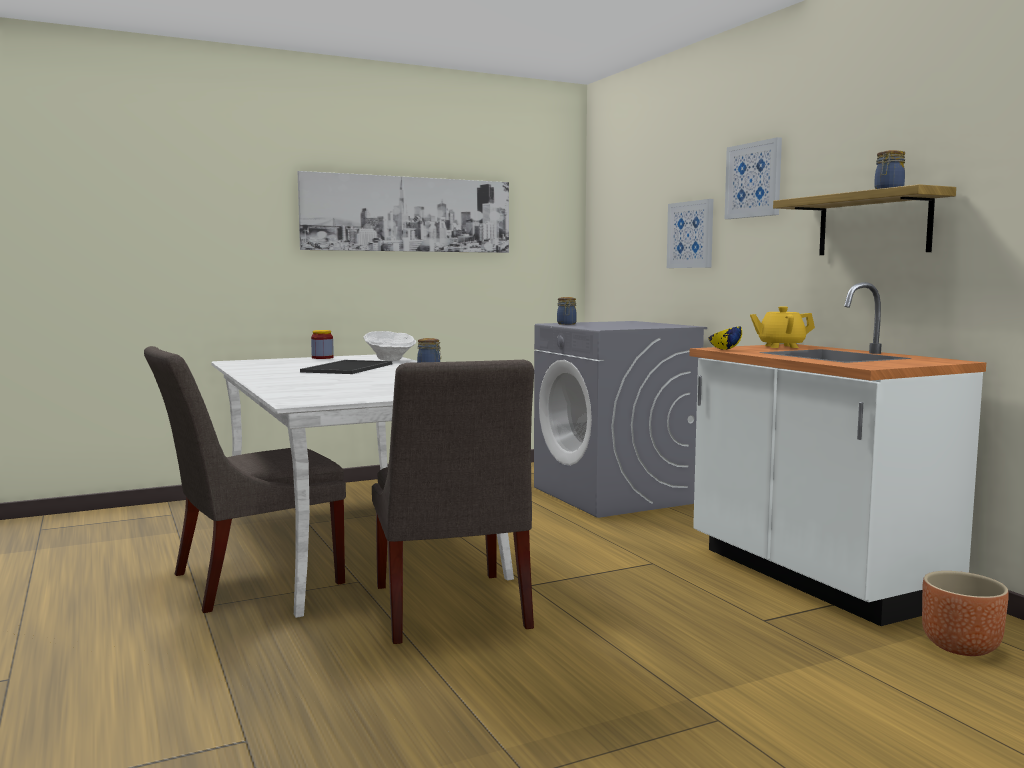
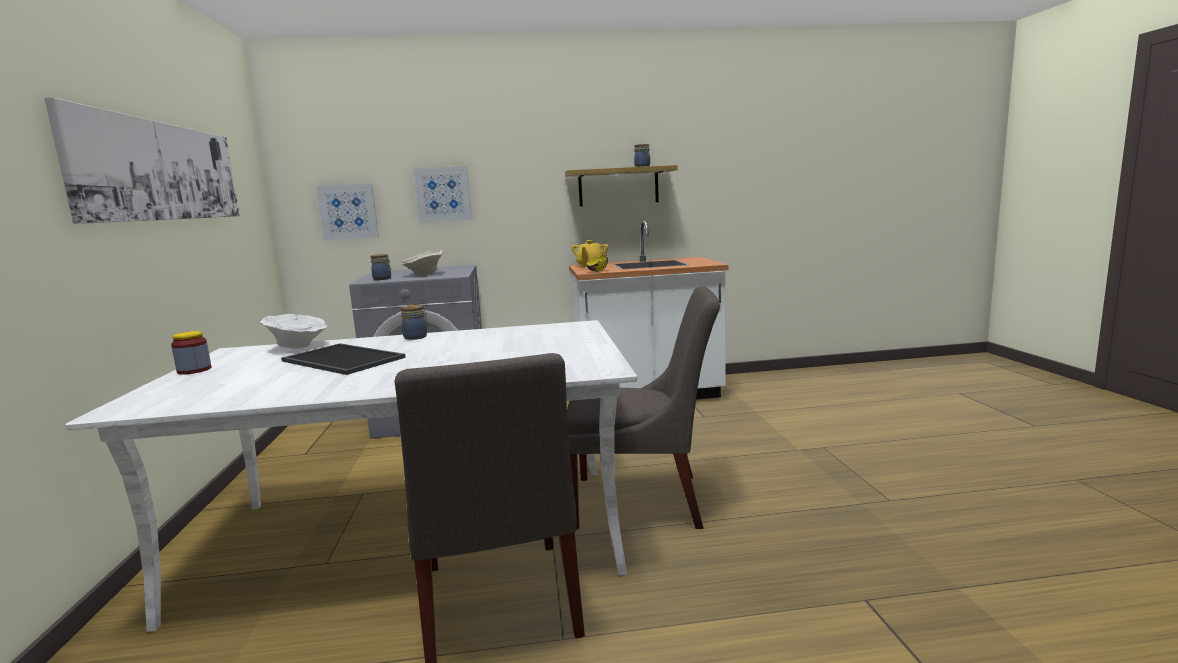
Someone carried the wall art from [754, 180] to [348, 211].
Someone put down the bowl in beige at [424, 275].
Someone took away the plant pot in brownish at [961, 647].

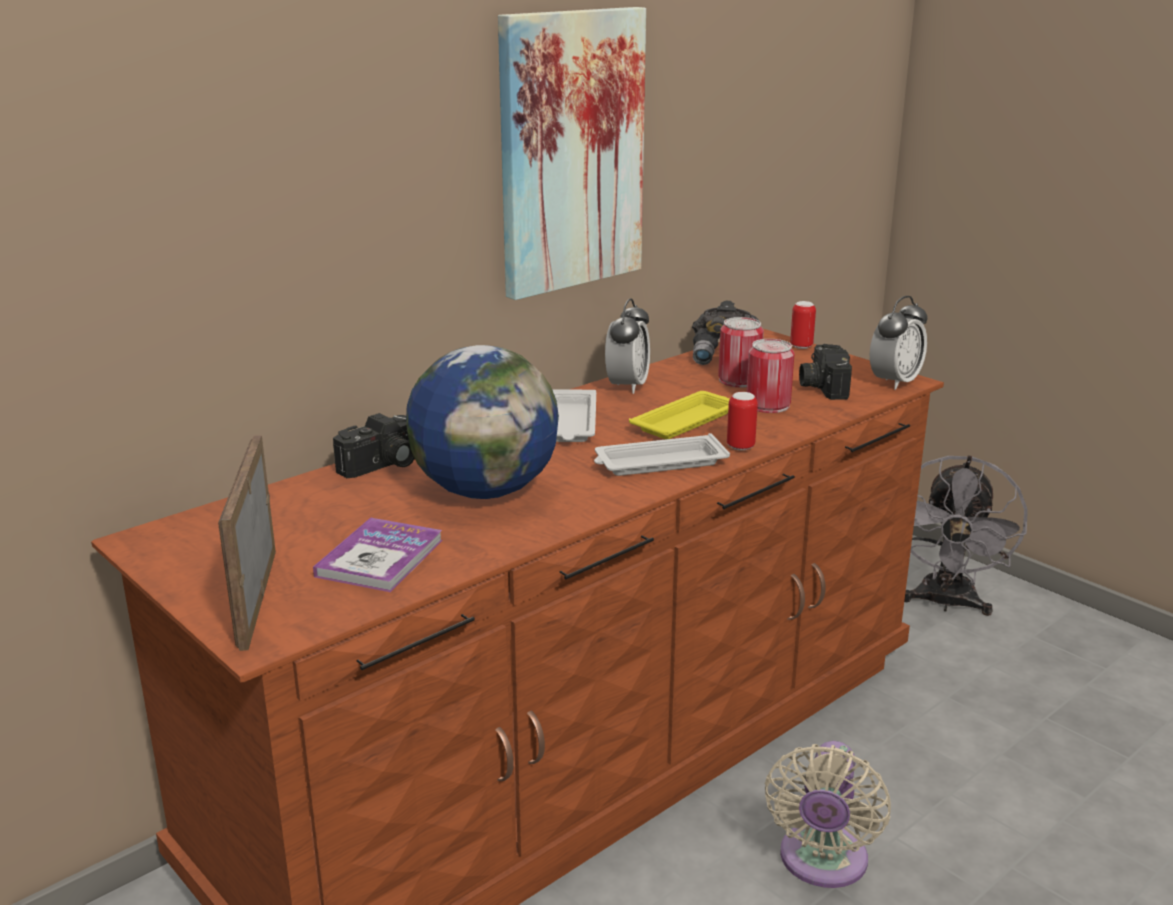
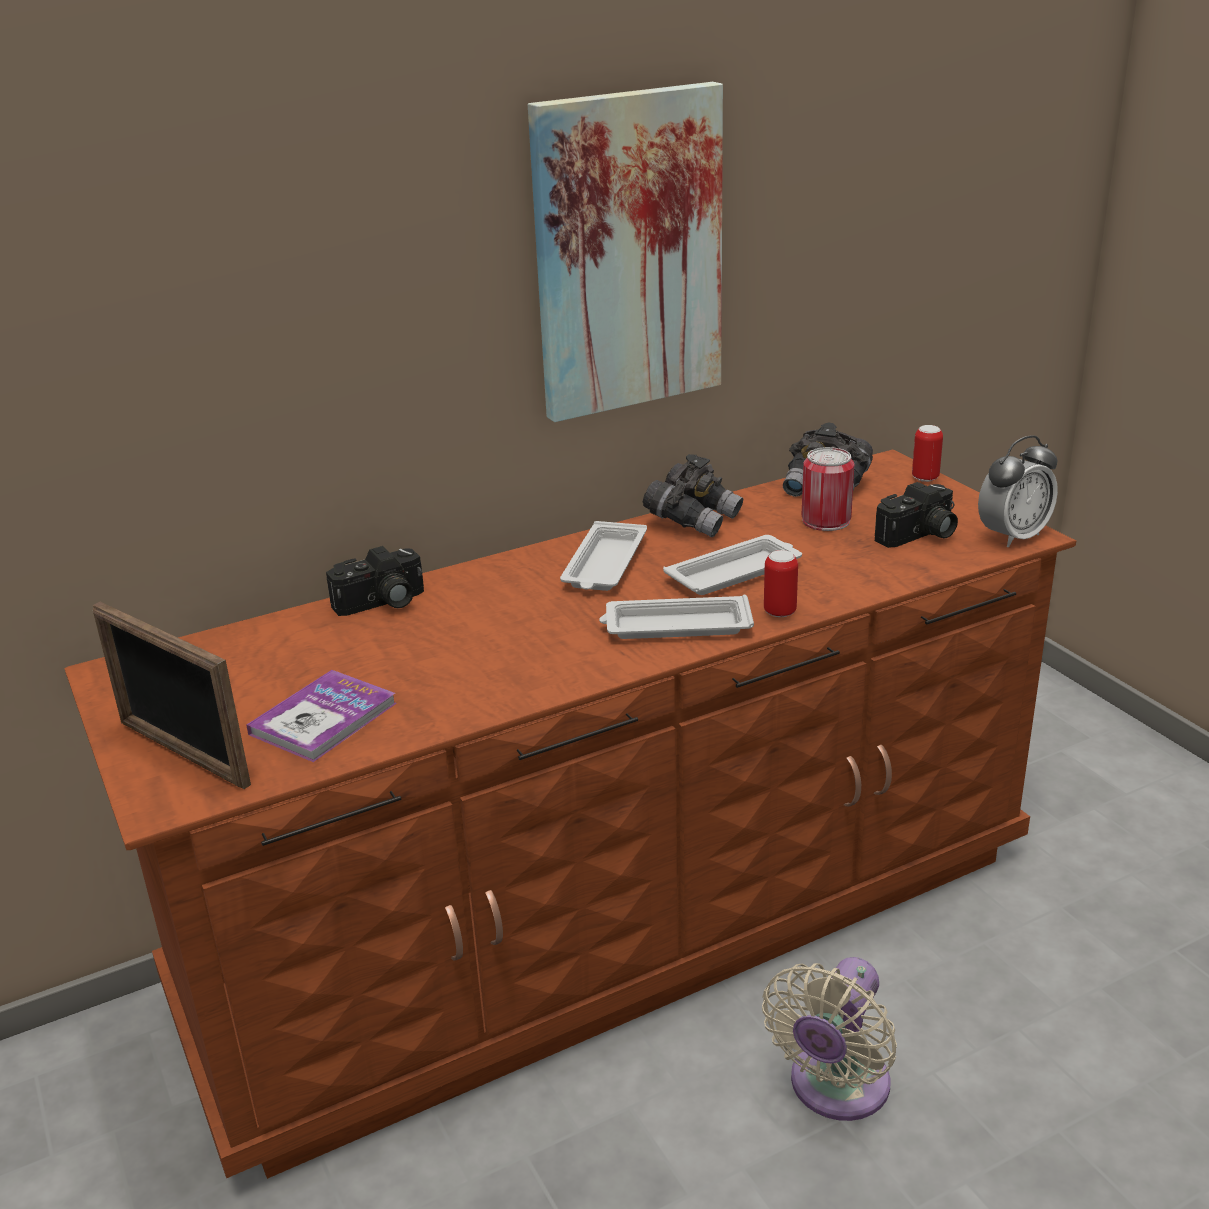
Someone rotated the photo frame at [257, 598] by 60 degrees counterclockwise.
Someone swapped the bedside clock at [627, 386] for the binoculars in grey at [693, 520].
Someone repainted the serving tray in yellowish at [686, 421], which became the serving tray in white at [735, 572].
Someone rotated the photo camera at [821, 386] by 135 degrees counterclockwise.
Someone took away the globe at [485, 491].
Someone took away the metal can at [768, 405].
Someone took away the cooling fan in grey at [946, 603].

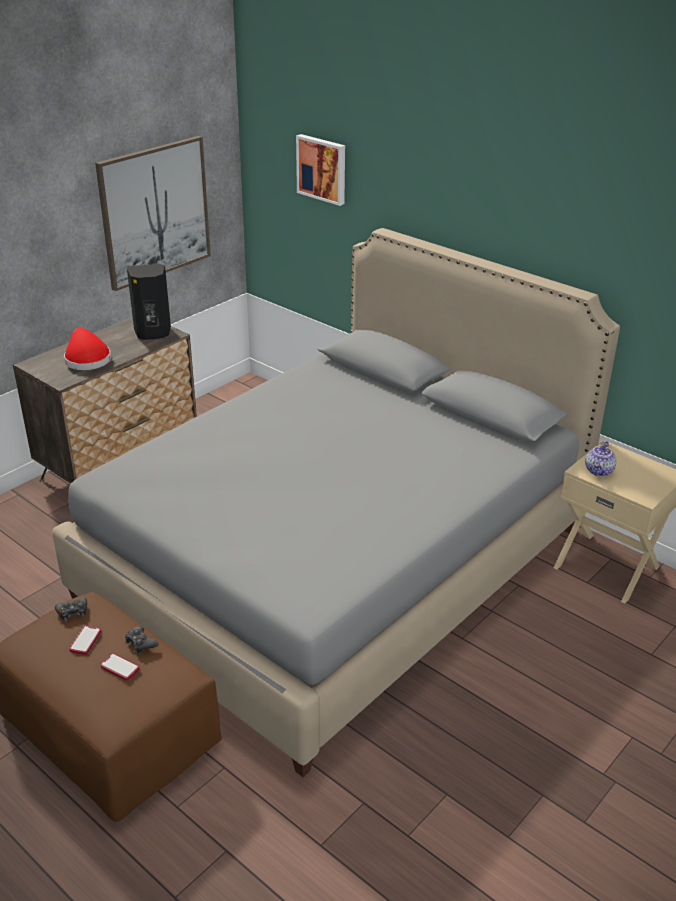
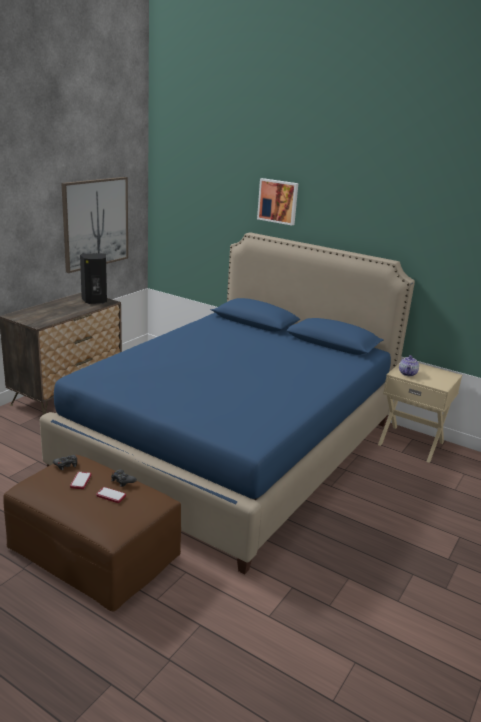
Someone repainted the sleeping bed in grey at [337, 563], which became the sleeping bed in blue-coloured at [234, 447].
Someone carried the wall art from [322, 169] to [278, 201].
Someone took away the hat in reddish at [87, 359].

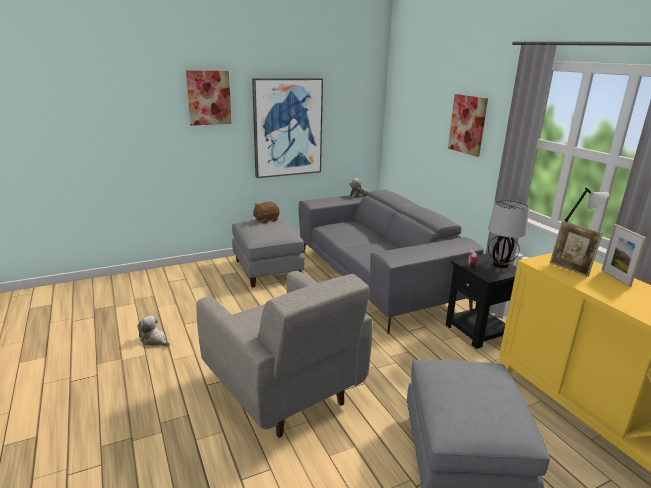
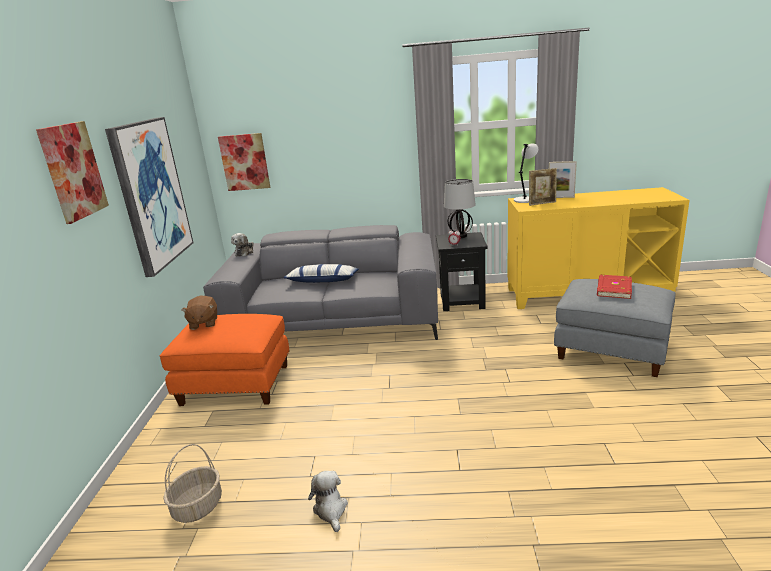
Someone repainted the ottoman in grey at [268, 269], which became the ottoman in orange-coloured at [236, 384].
Someone put down the storage basket at [197, 507].
Someone carried the wall art from [467, 124] to [244, 162].
Someone put down the cushion at [323, 281].
Someone rotated the soft toy at [154, 340] by 105 degrees clockwise.
Someone put down the bound book in reddish at [613, 289].
Someone took away the lounge chair in grey at [284, 391].

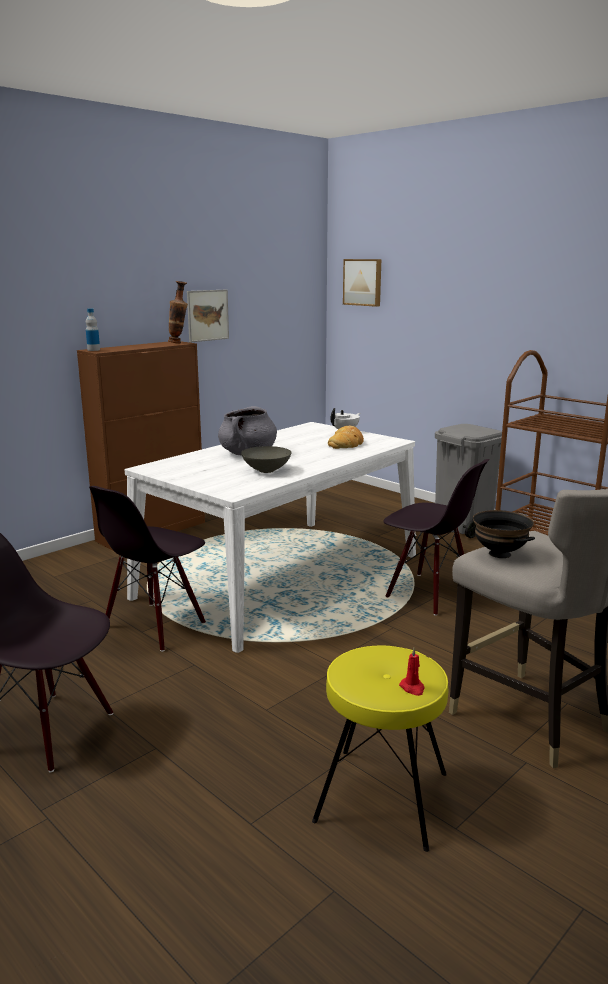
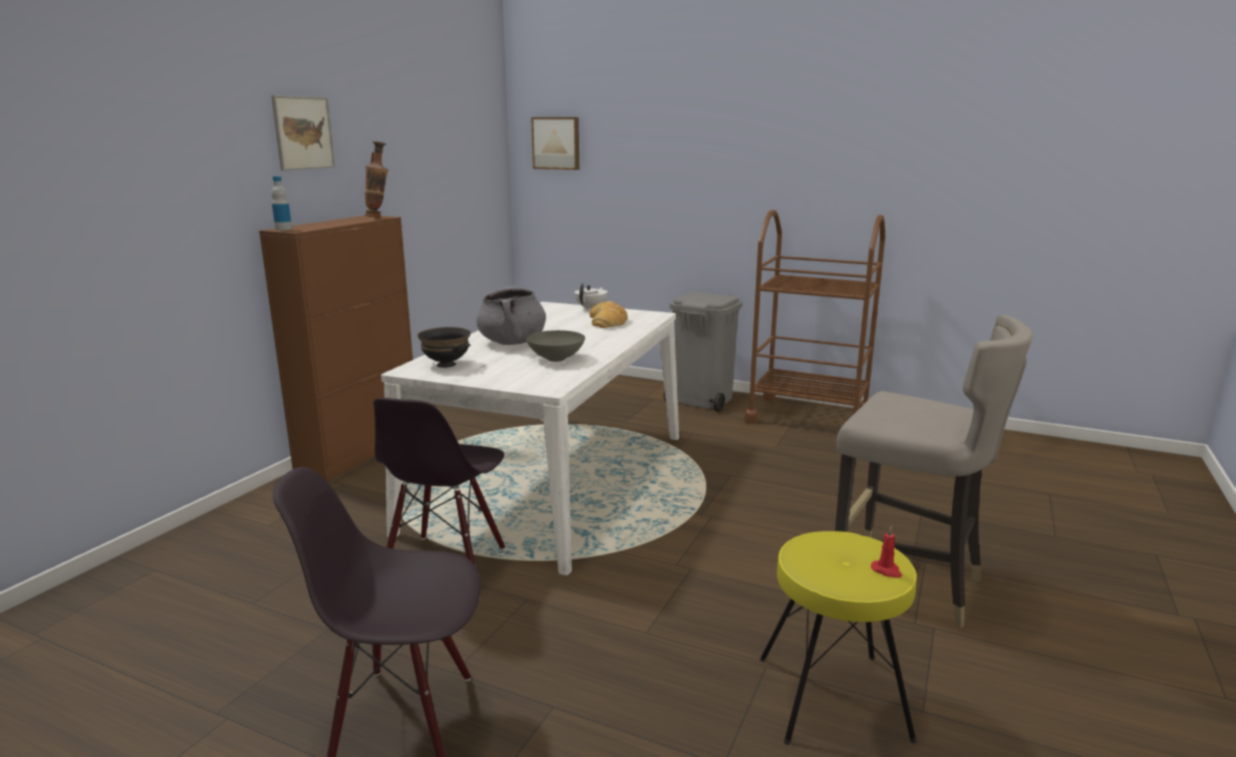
Someone carried the wall art from [207, 315] to [303, 133].
Someone carried the bowl in blackish from [500, 554] to [447, 364].
Someone took away the upright chair in blackish at [428, 593].

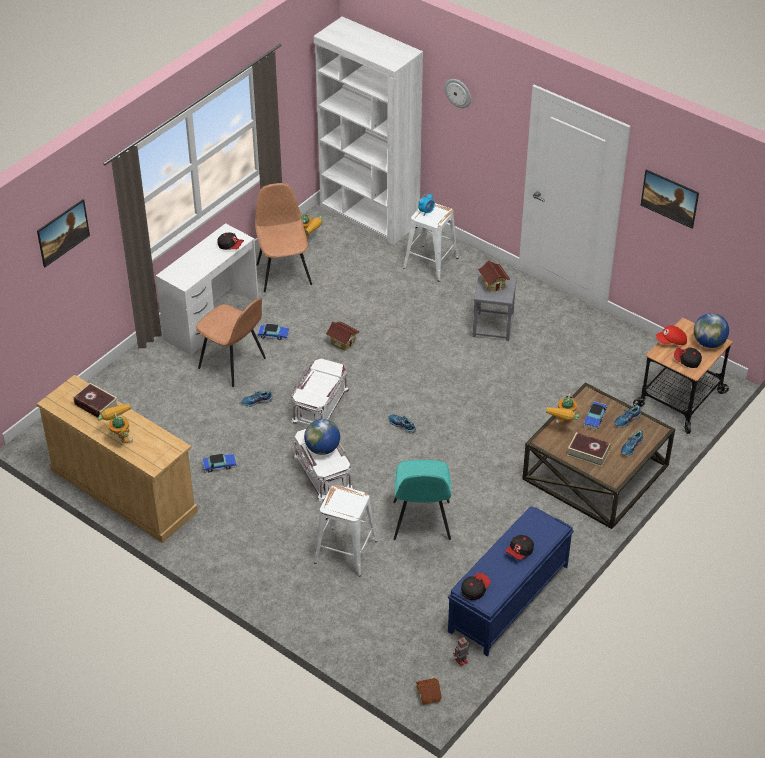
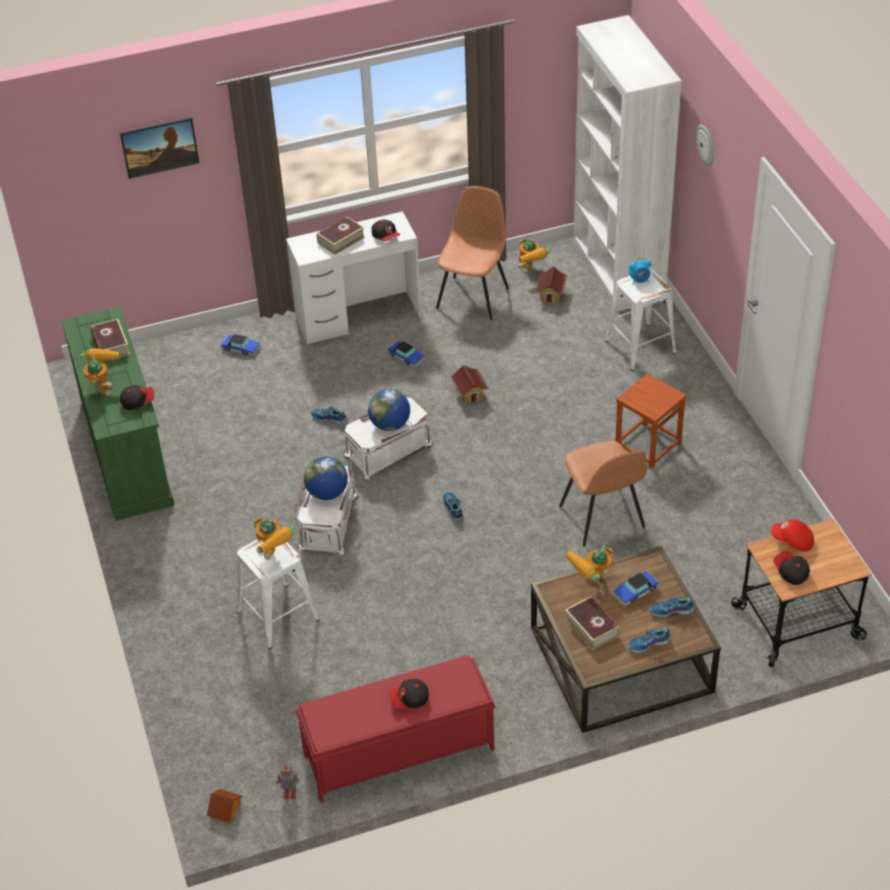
Someone repainted the dresser in beige at [122, 490], which became the dresser in green-coloured at [126, 451].
Someone carried the baseball cap from [474, 589] to [138, 401].
Someone carried the model car from [219, 465] to [241, 348].
Someone put down the robot figure at [274, 554].
Someone repainted the bench in blue-coloured at [508, 599], which became the bench in reddish at [397, 752].
Someone put down the bound book at [341, 240].
Someone carried the globe from [708, 343] to [390, 425].
Someone carried the toy house from [493, 284] to [551, 295].
Someone carried the upright chair in brownish from [233, 364] to [602, 518].
Someone repainted the stool seat in grey at [492, 326], which became the stool seat in brownish at [647, 444].
Someone took away the upright chair in blue-green at [421, 522].
Someone took away the wall art at [668, 207].

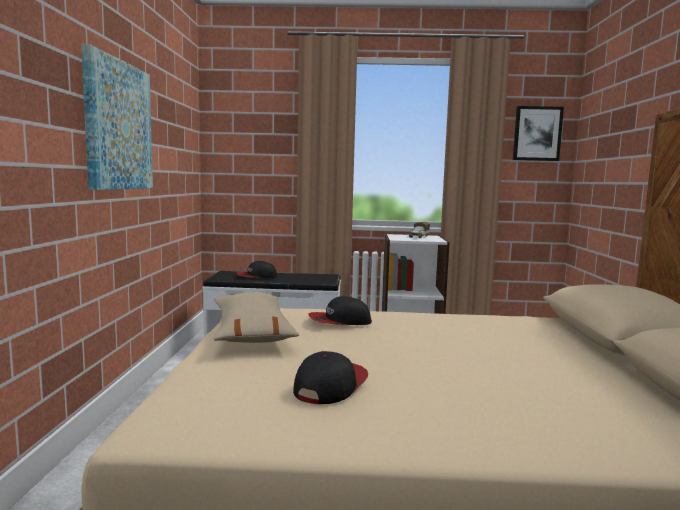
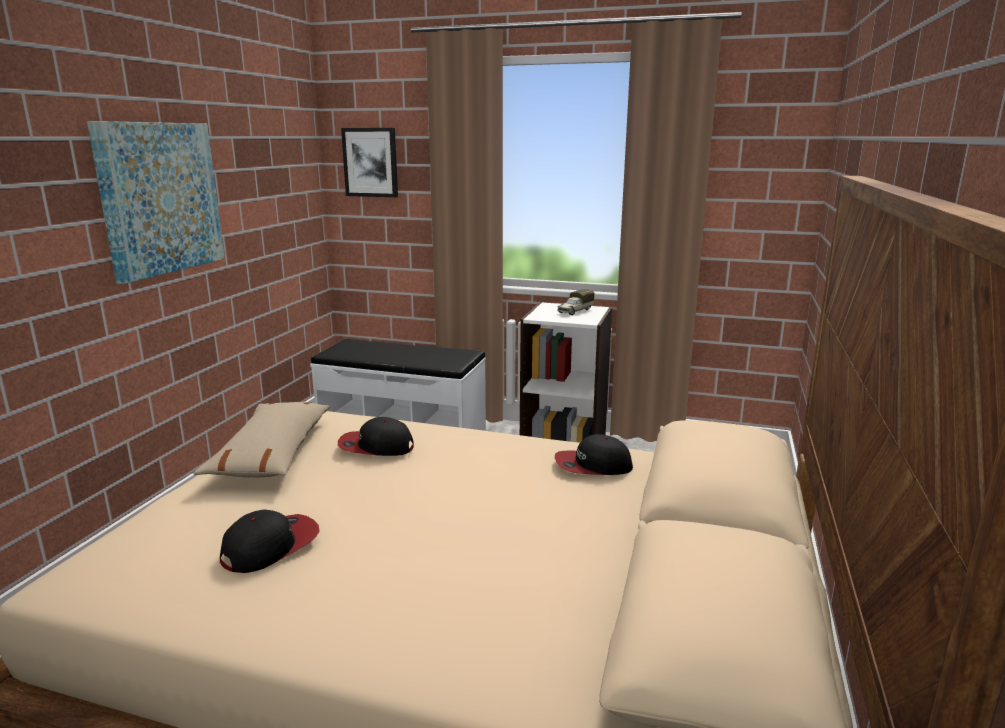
Someone carried the wall art from [537, 133] to [370, 162].
Someone carried the baseball cap from [256, 277] to [592, 466].

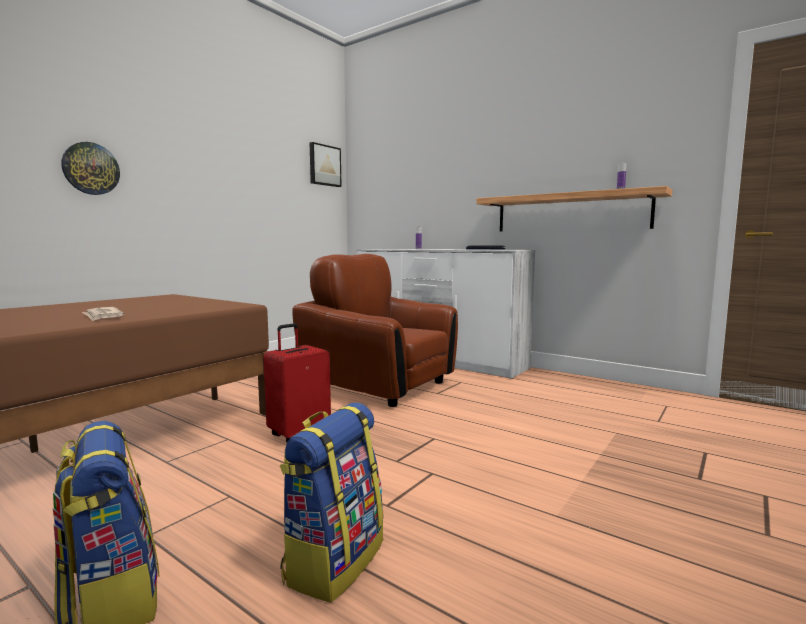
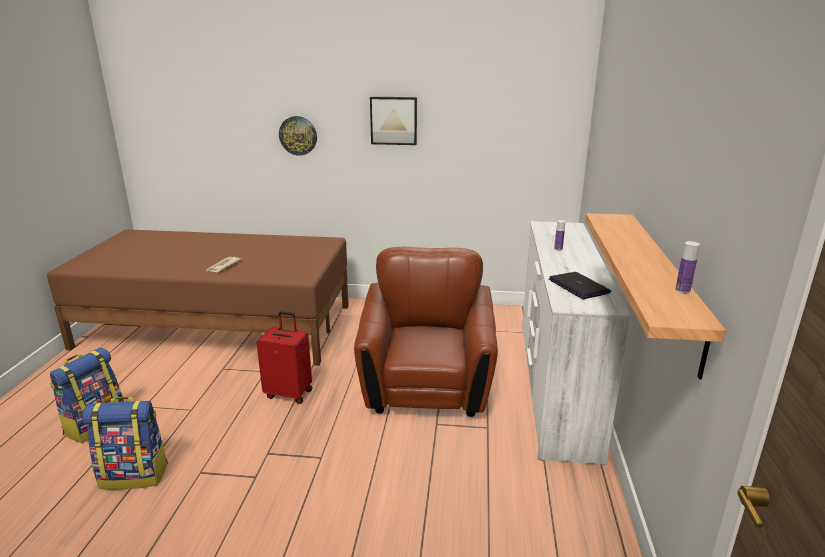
Someone carried the wall art from [324, 165] to [394, 120].

